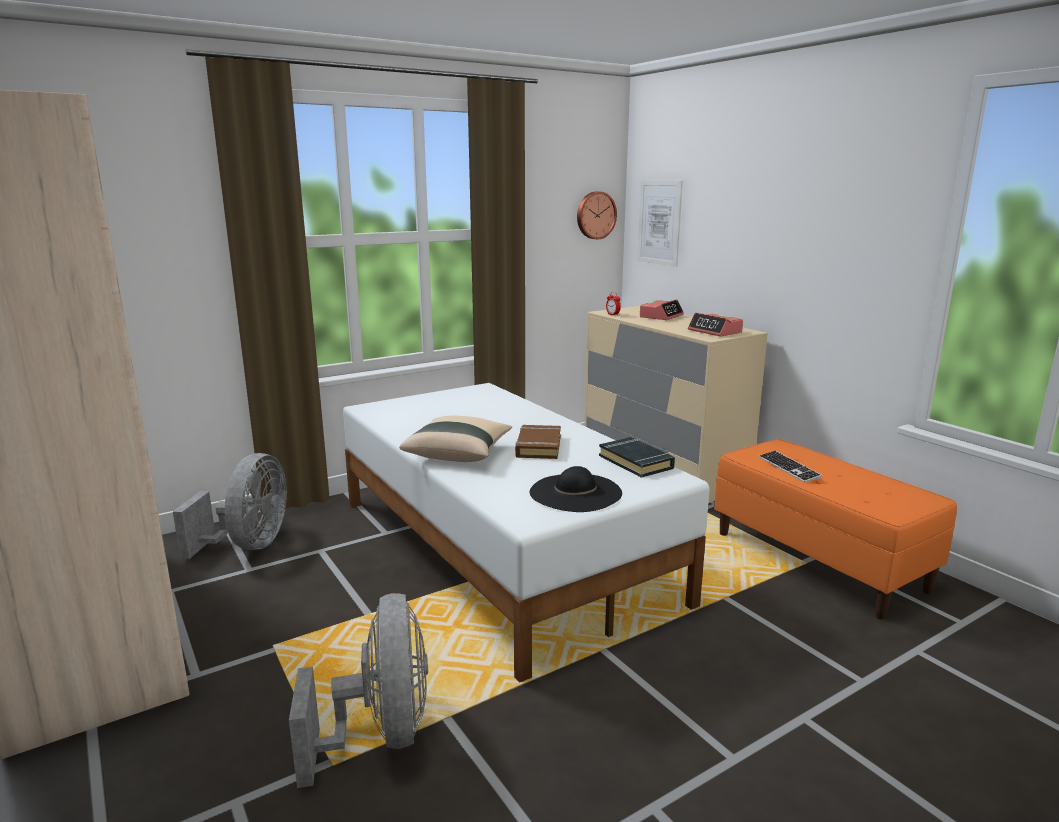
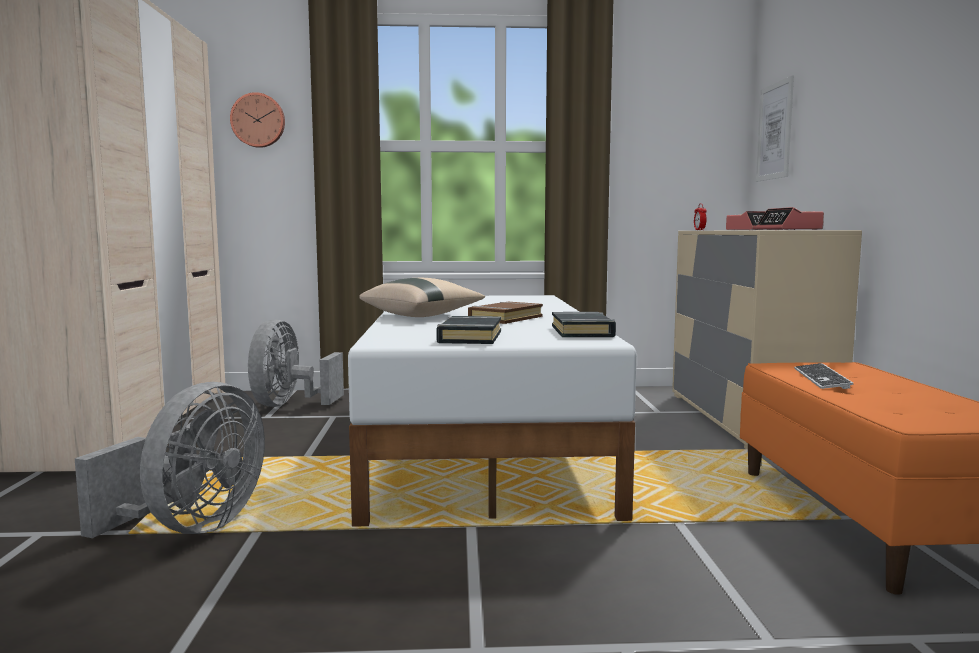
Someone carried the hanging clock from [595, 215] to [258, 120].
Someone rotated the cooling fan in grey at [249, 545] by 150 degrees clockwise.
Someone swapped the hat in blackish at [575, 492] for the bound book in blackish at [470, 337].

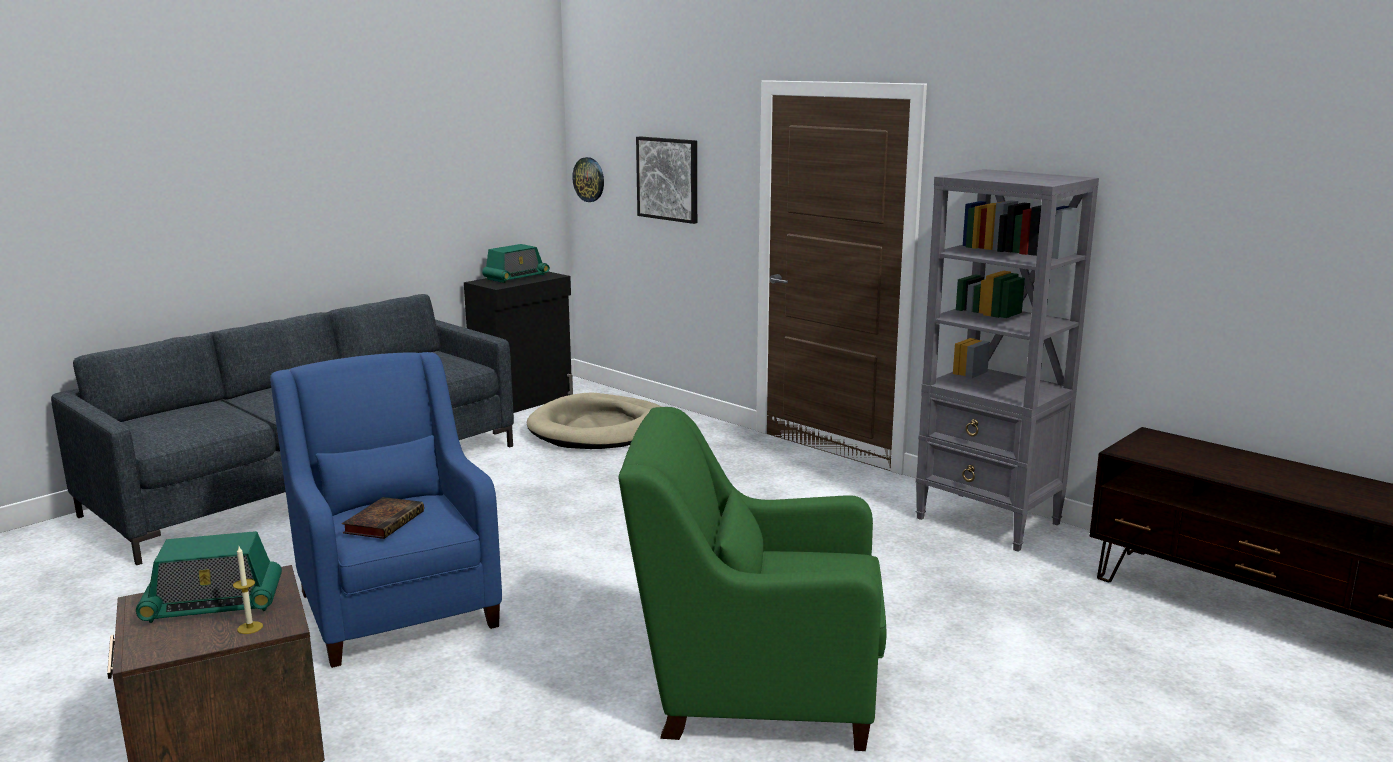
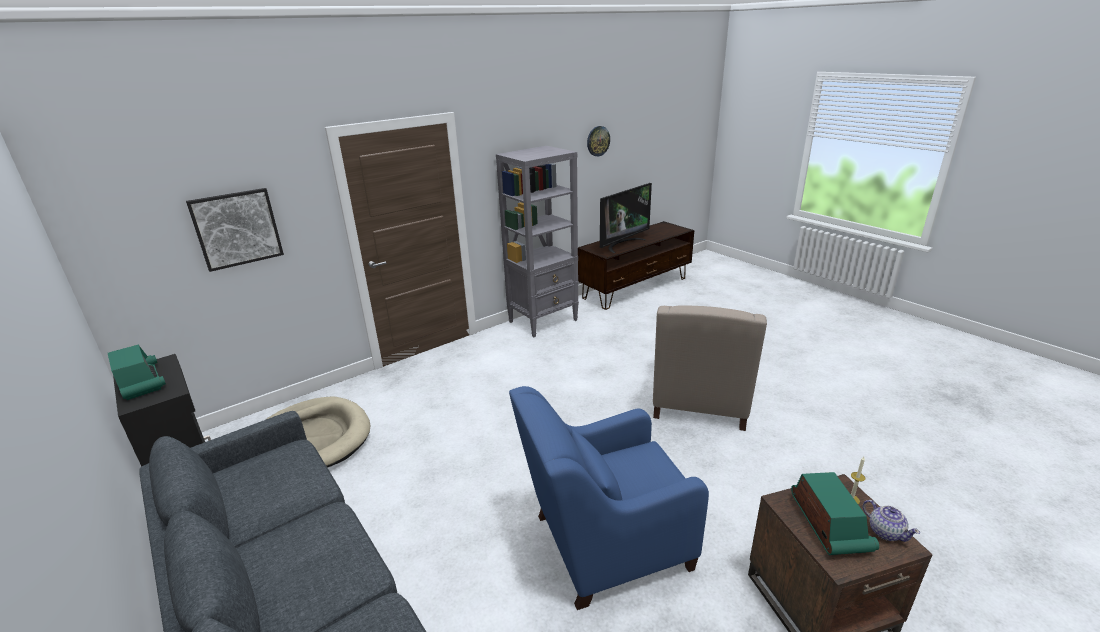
Someone carried the hanging clock from [589, 179] to [598, 141].
Someone put down the television at [622, 244].
Someone repainted the lounge chair in green-coloured at [756, 688], which became the lounge chair in beige at [699, 400].
Someone put down the tea pot at [885, 532].
Someone took away the bound book at [384, 522].

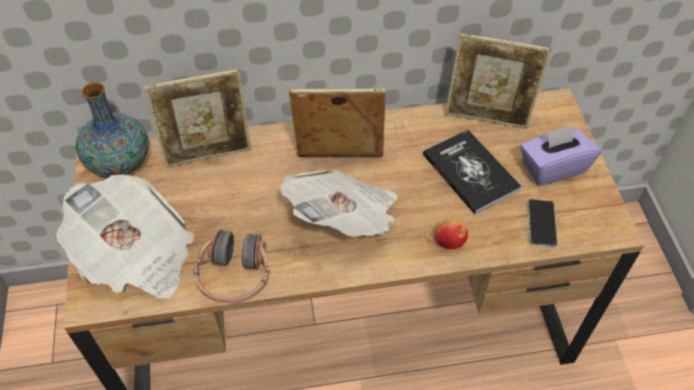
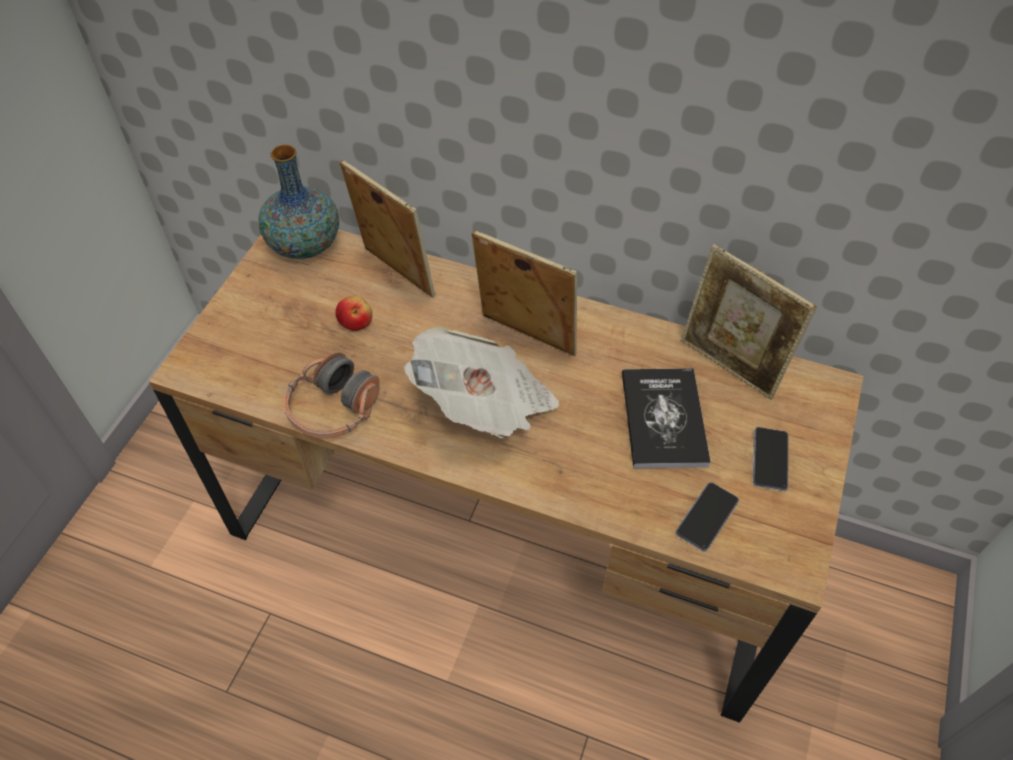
Someone carried the apple from [449, 240] to [356, 322].
Someone rotated the photo frame at [209, 154] by 150 degrees counterclockwise.
Someone swapped the tissue holder in purple at [552, 167] for the phone at [770, 459].
Someone took away the printed paper at [136, 256].

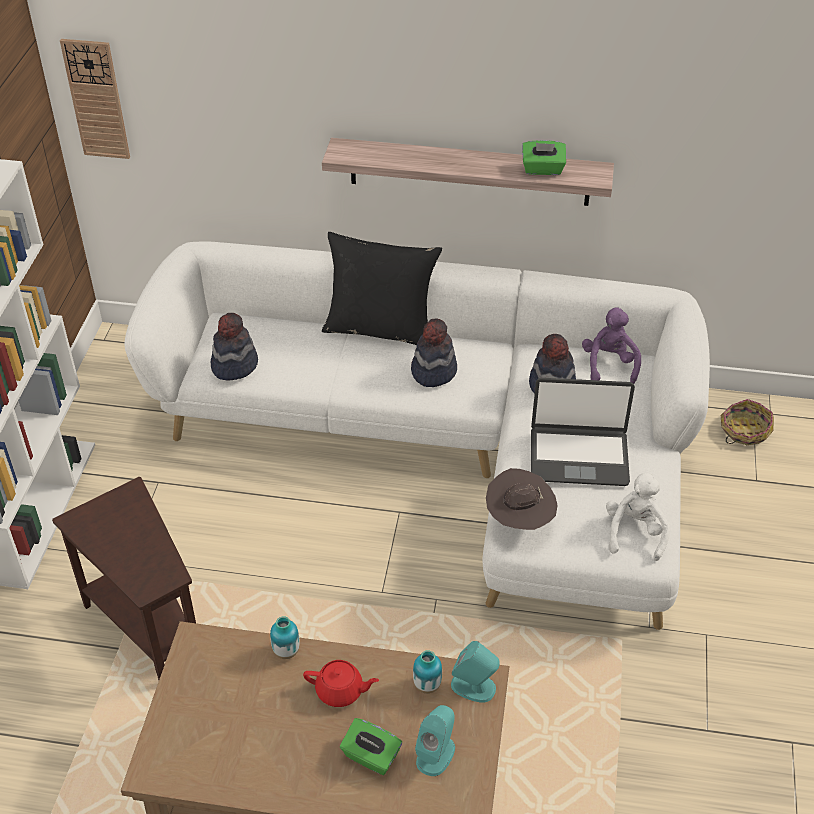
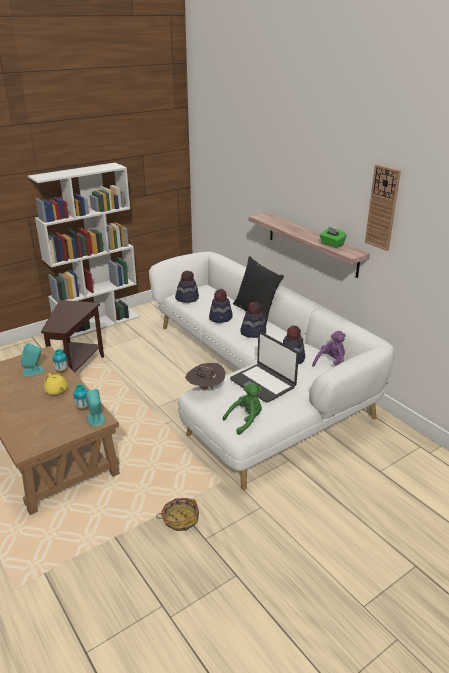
Someone carried the speaker in blue-green from [436, 754] to [33, 371].
Someone repainted the tea pot in reddish at [340, 691], which became the tea pot in yellowish at [56, 391].
Someone carried the storage basket from [744, 431] to [180, 519].
Someone put down the hat at [221, 318].
Someone repainted the soft toy in white at [635, 532], which became the soft toy in green-coloured at [245, 420].
Someone carried the hanging clock from [96, 99] to [382, 208].
Someone took away the tissue holder in green-coloured at [371, 756].

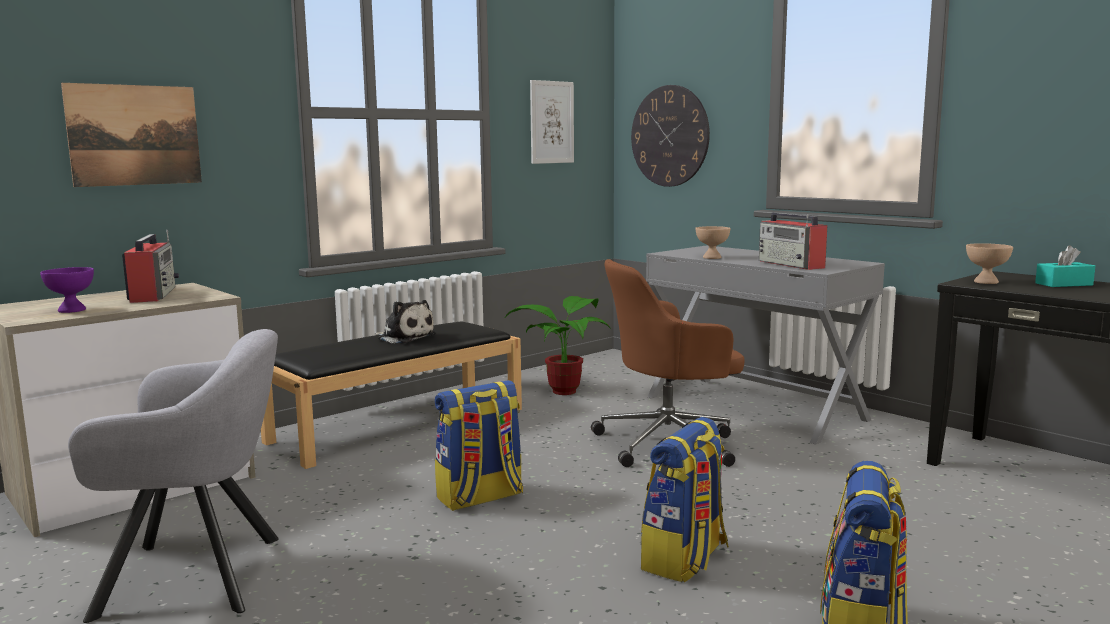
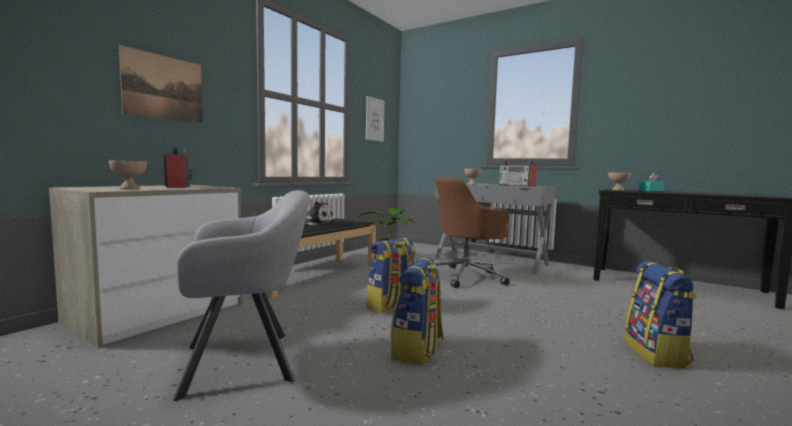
Someone repainted the bowl in purple at [71, 310], which became the bowl in beige at [129, 189].
Someone carried the knapsack from [685, 560] to [417, 350].
Someone took away the hanging clock at [669, 136].

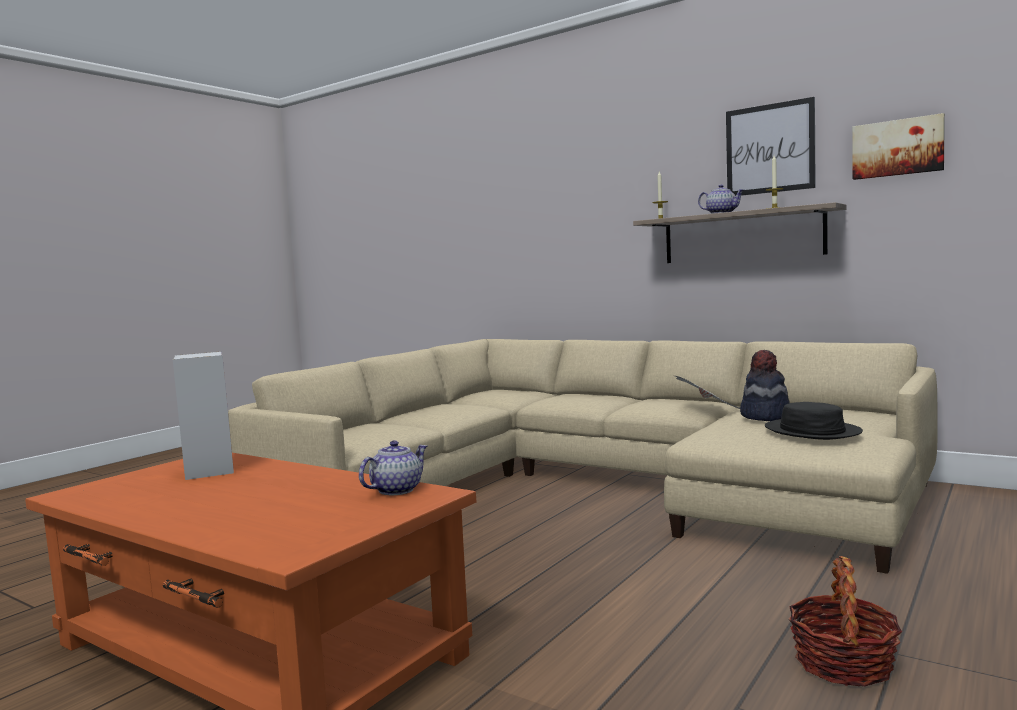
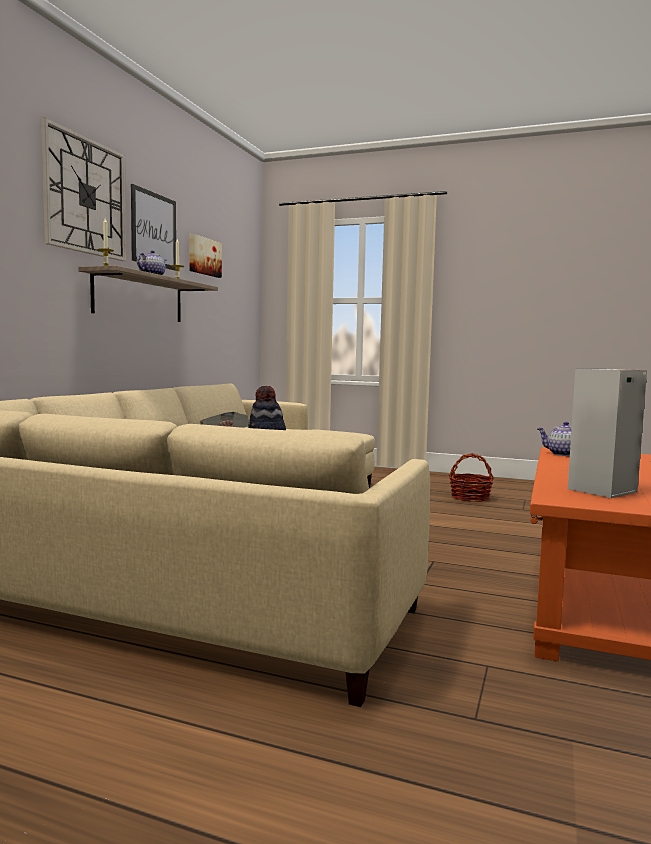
Someone put up the hanging clock at [85, 196].
Someone took away the hat in blackish at [812, 431].

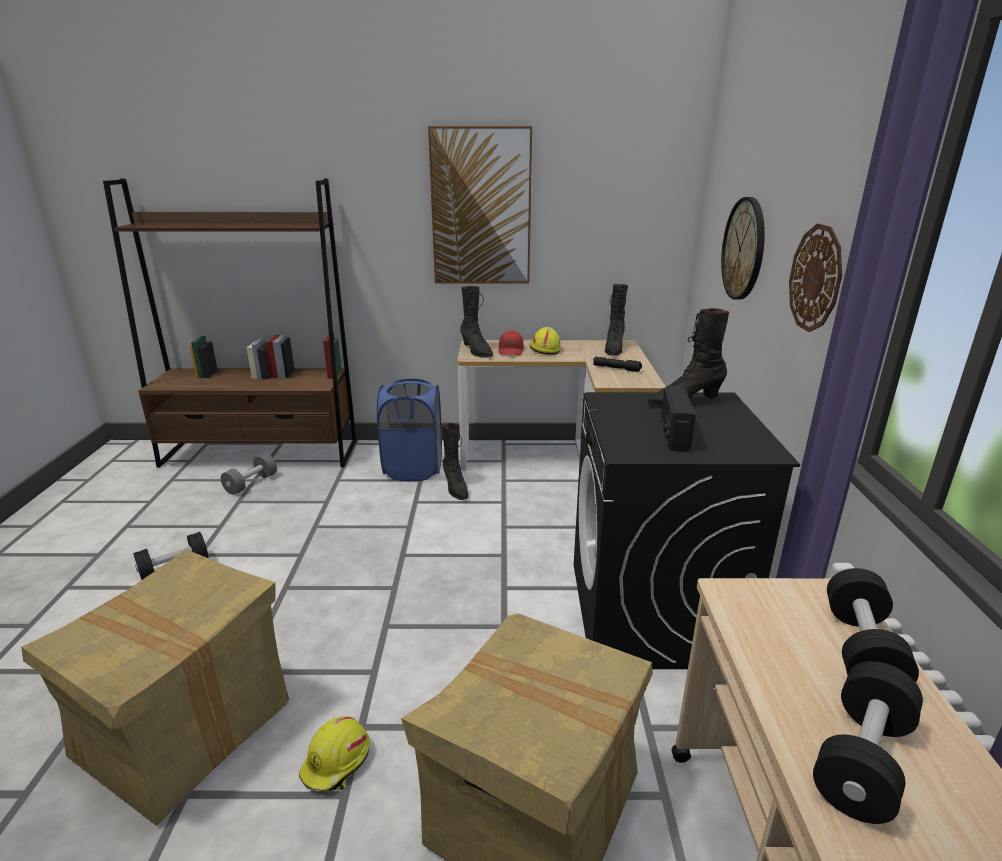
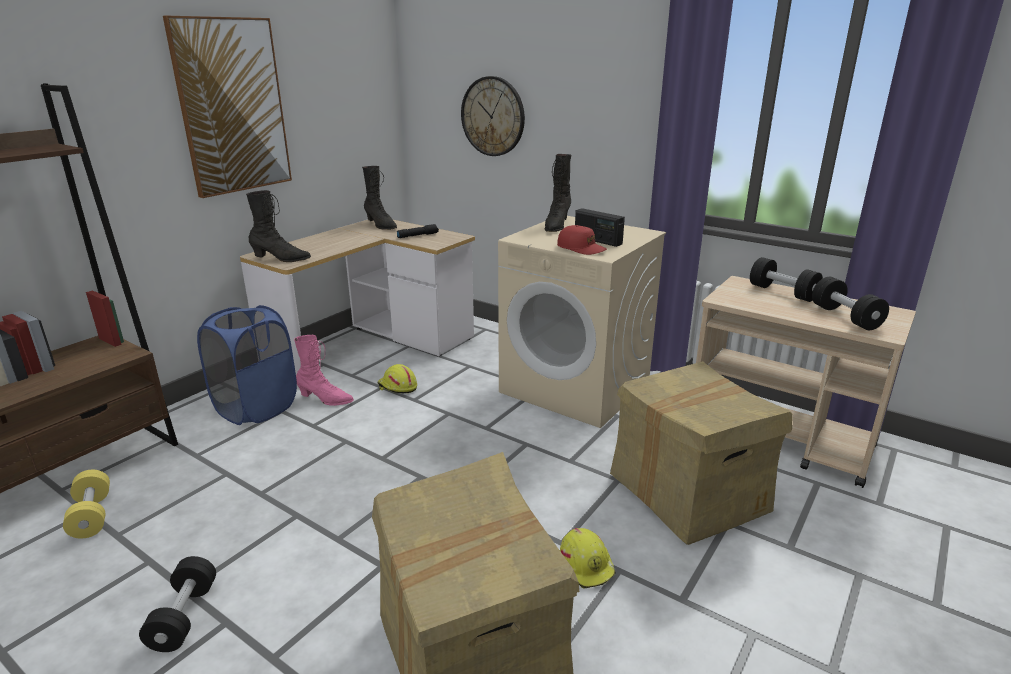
Someone repainted the free weight in grey at [251, 483], which became the free weight in yellowish at [92, 516].
Someone repainted the boot in blackish at [455, 488], which became the boot in pink at [325, 399].
Someone carried the hard hat in yellowish from [544, 349] to [397, 387].
Someone repainted the laundry appliance in blackish at [652, 613], which became the laundry appliance in beige at [576, 387].
Someone carried the baseball cap in reddish from [511, 350] to [581, 248].
Someone took away the hanging clock at [815, 278].

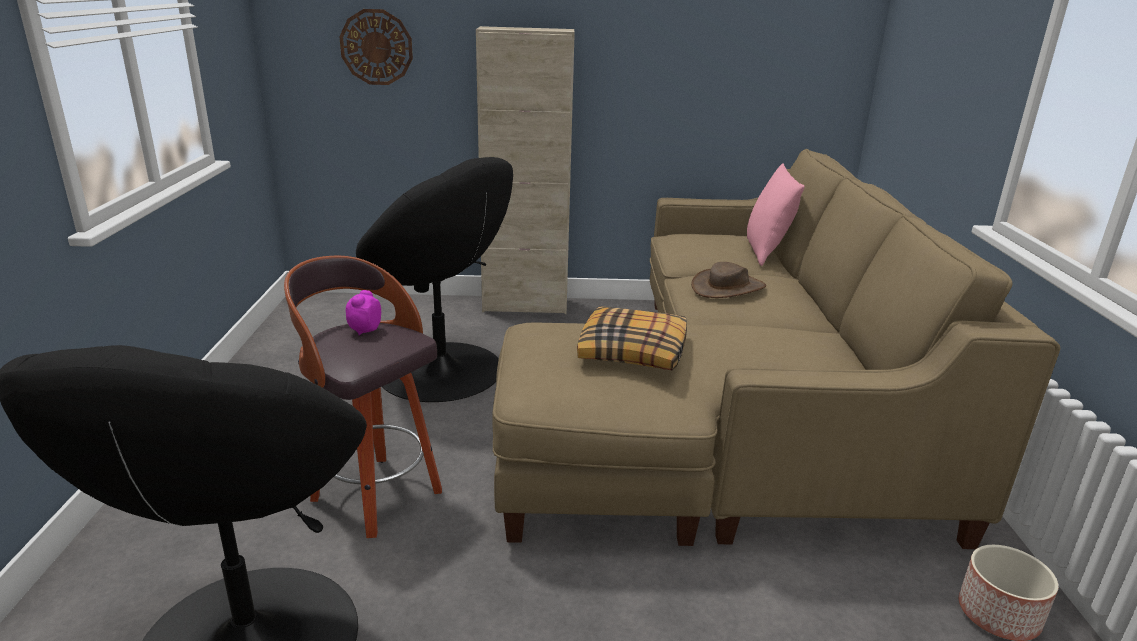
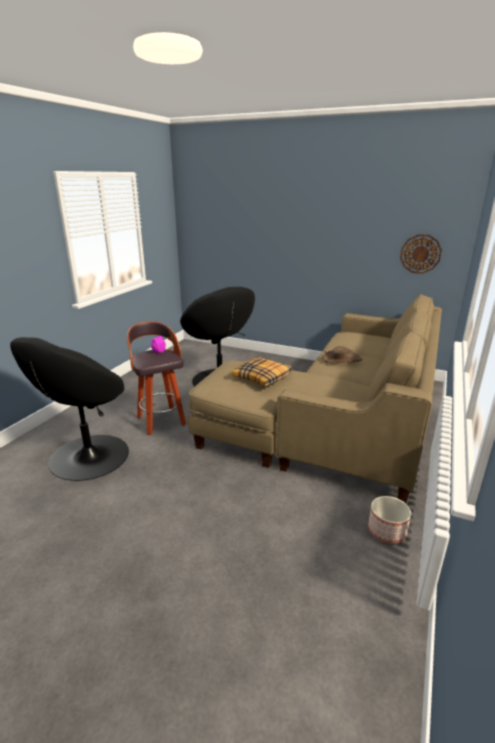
Someone carried the hanging clock from [376, 47] to [420, 254].
Someone took away the storage cabinet in beige at [525, 305].
Someone took away the cushion in pink at [766, 252].

